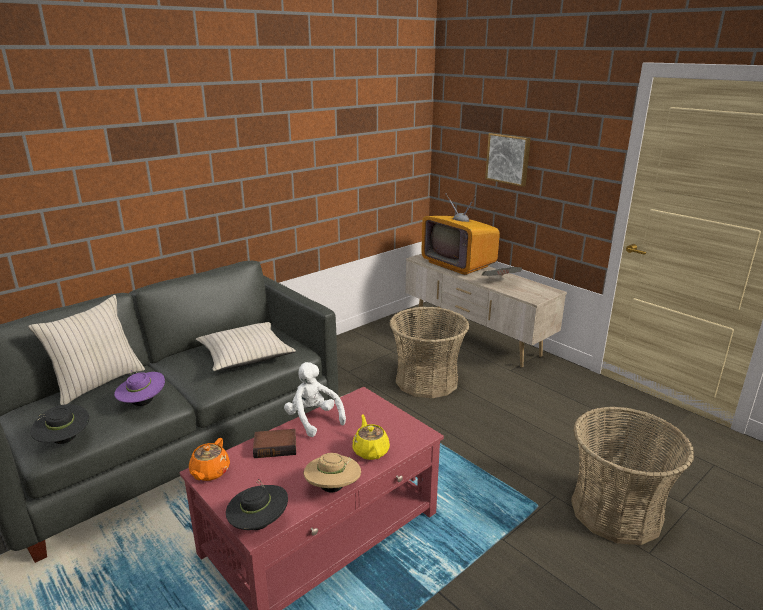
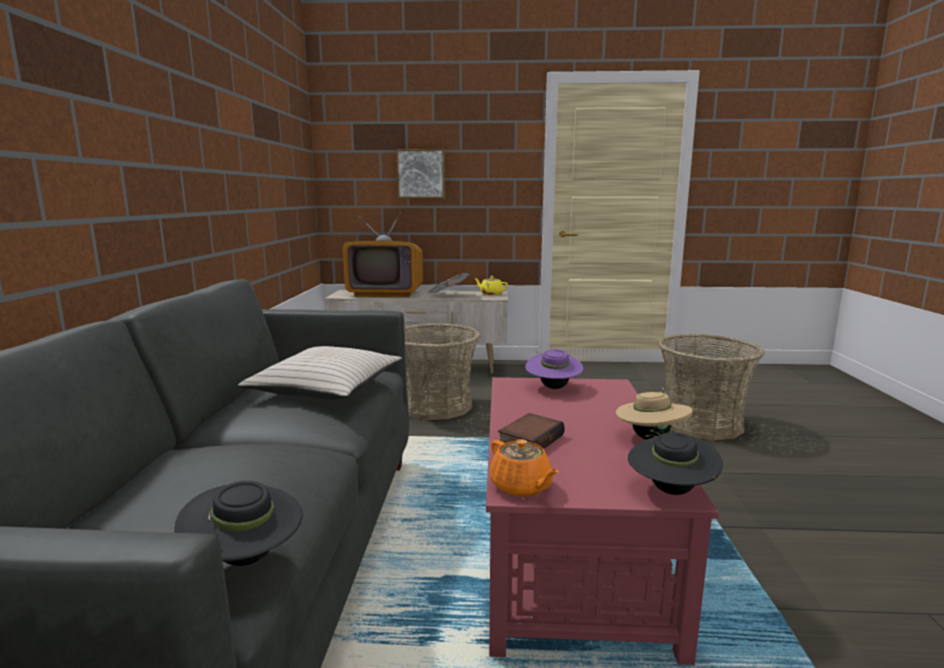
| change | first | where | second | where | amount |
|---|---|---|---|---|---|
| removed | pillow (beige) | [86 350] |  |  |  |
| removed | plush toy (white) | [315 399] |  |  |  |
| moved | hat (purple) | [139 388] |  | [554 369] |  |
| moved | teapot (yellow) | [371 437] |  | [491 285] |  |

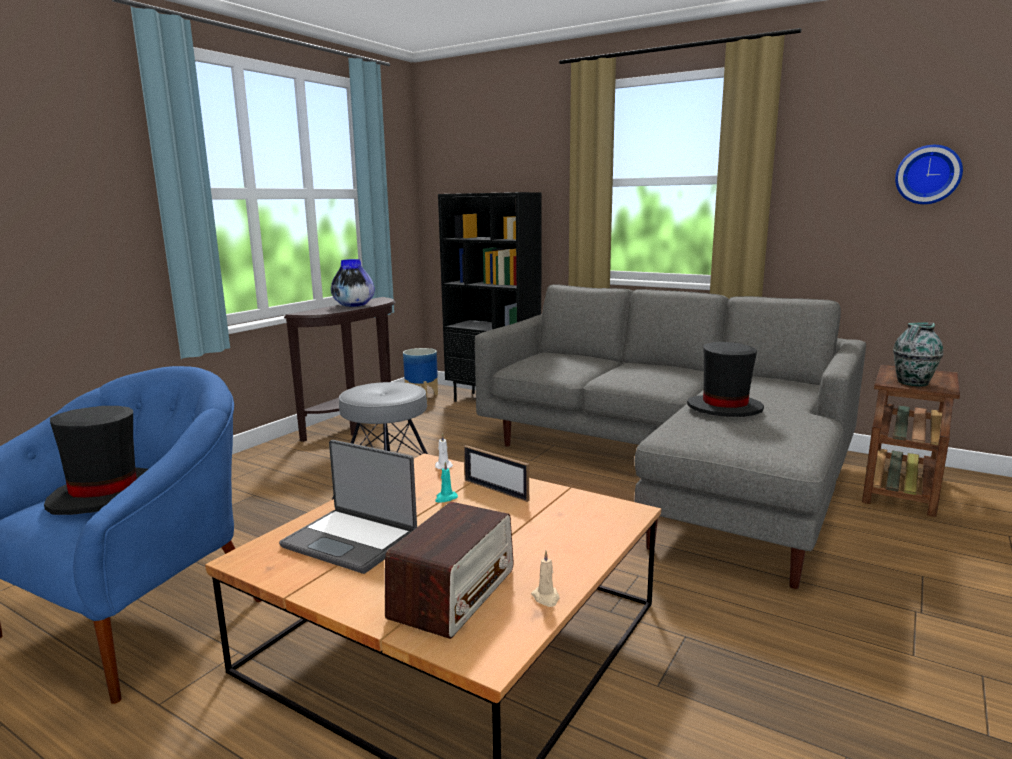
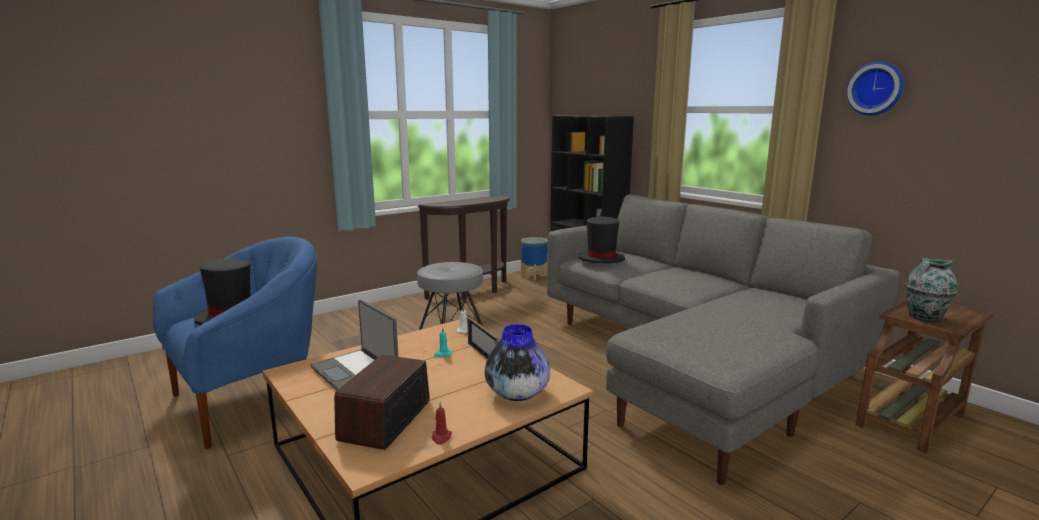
| change | first | where | second | where | amount |
|---|---|---|---|---|---|
| moved | vase | [353 283] |  | [517 362] |  |
| moved | hat (black) | [725 379] |  | [601 240] |  |
| moved | wall clock | [929 174] |  | [875 88] |  |
| recoloured | candle (beige) | [545 579] | candle (red) | [442 423] |  |
| turned | radio | [449 570] |  | [382 402] | 150 degrees clockwise |

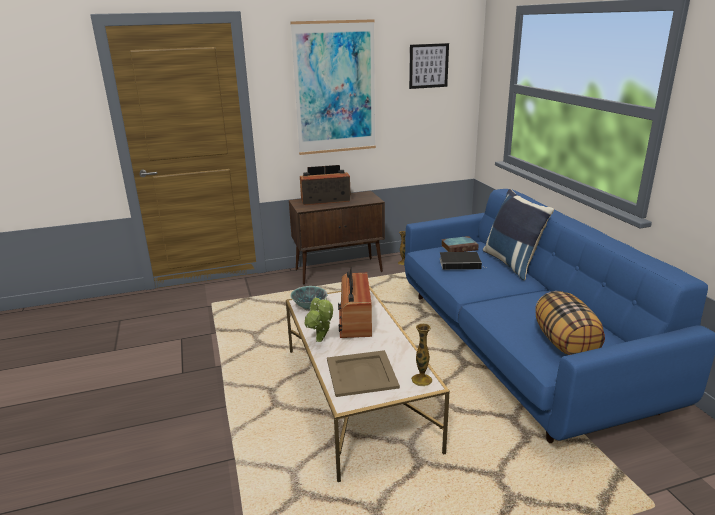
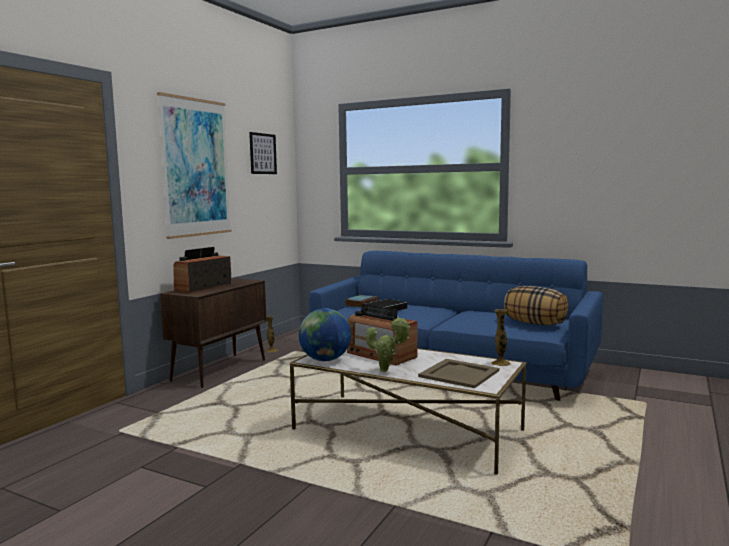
| change | first | where | second | where | amount |
|---|---|---|---|---|---|
| removed | pillow (blue) | [518 234] |  |  |  |
| replaced | bowl | [308 298] | globe | [325 334] |  |

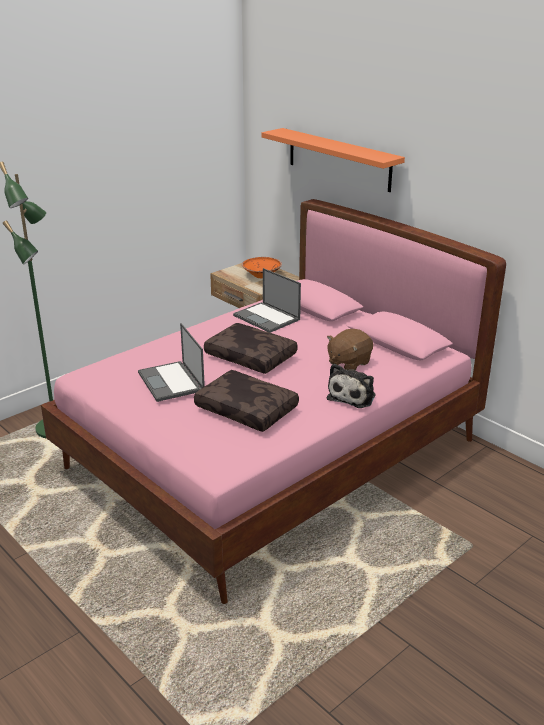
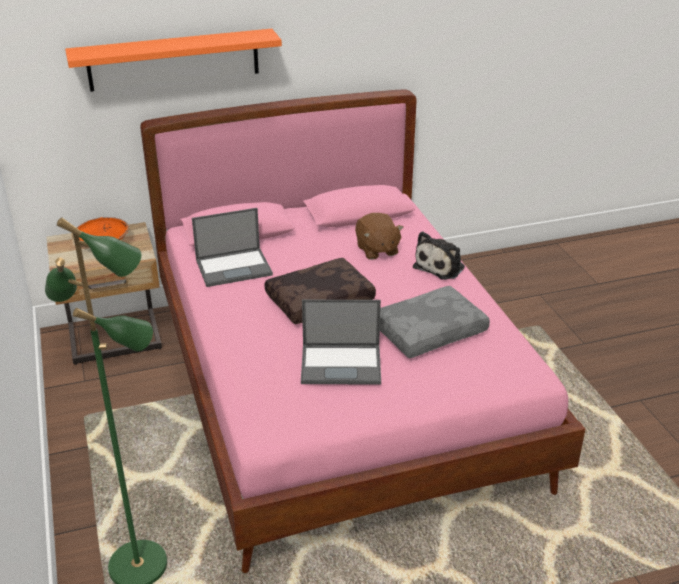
| change | first | where | second | where | amount |
|---|---|---|---|---|---|
| recoloured | pillow (brown) | [246 401] | pillow (grey) | [435 322] |  |
| turned | plush toy | [351 386] |  | [439 255] | 75 degrees clockwise |

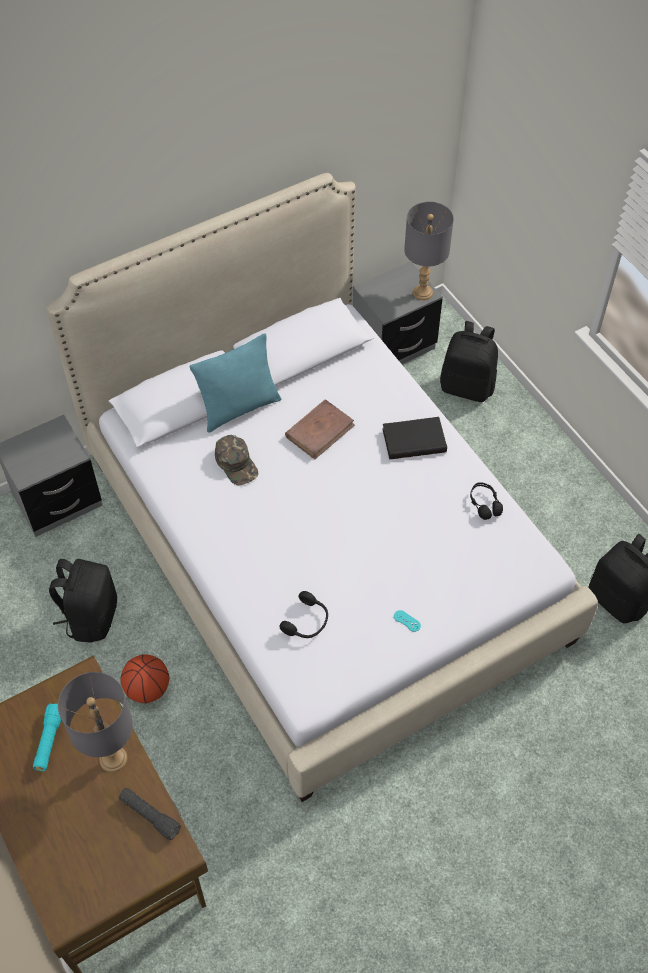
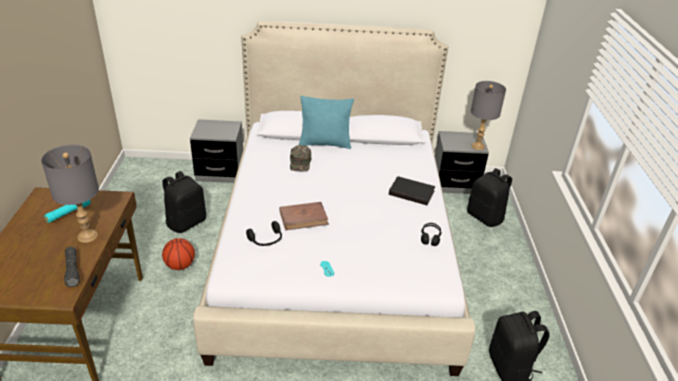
| change | first | where | second | where | amount |
|---|---|---|---|---|---|
| moved | book (brown) | [320 429] |  | [304 216] |  |

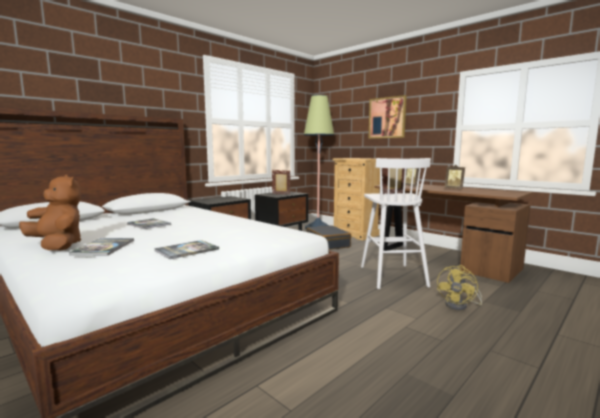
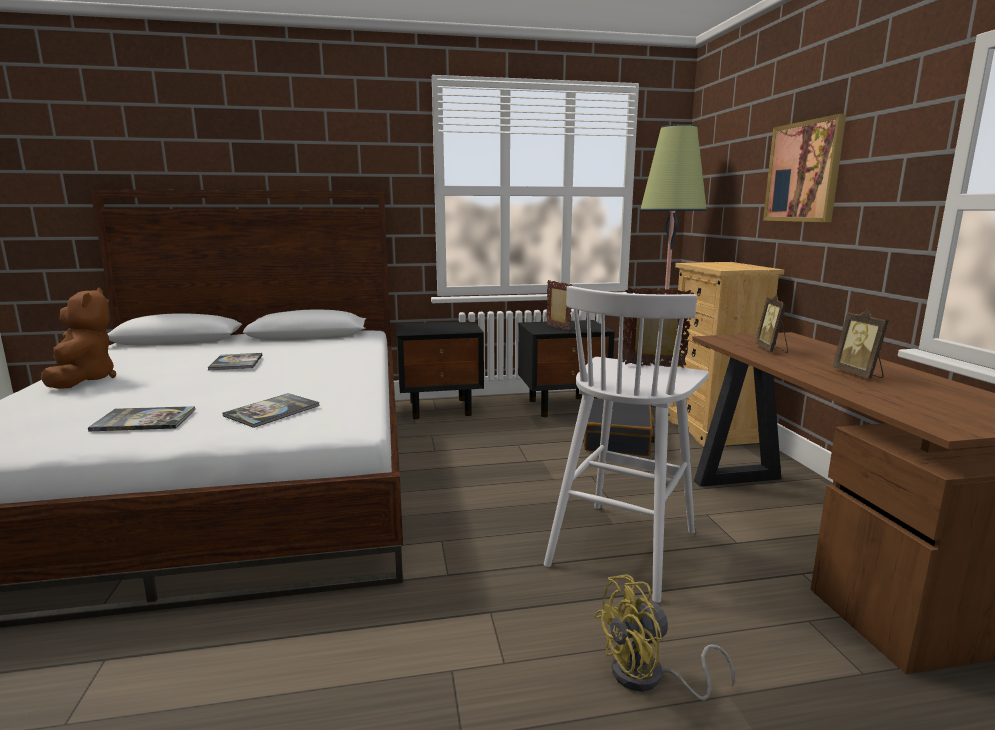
| change | first | where | second | where | amount |
|---|---|---|---|---|---|
| moved | book | [102 246] |  | [271 410] |  |

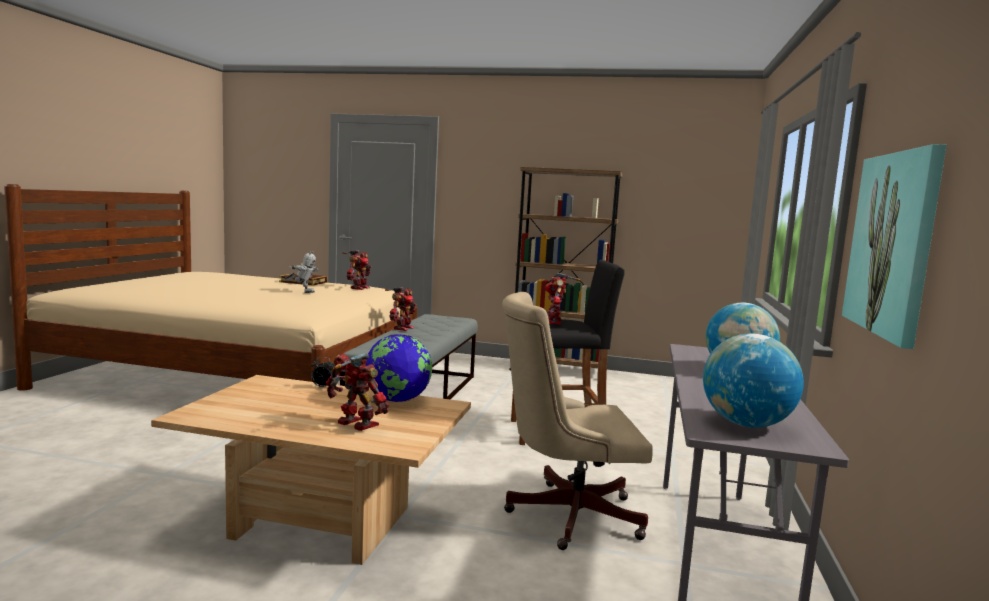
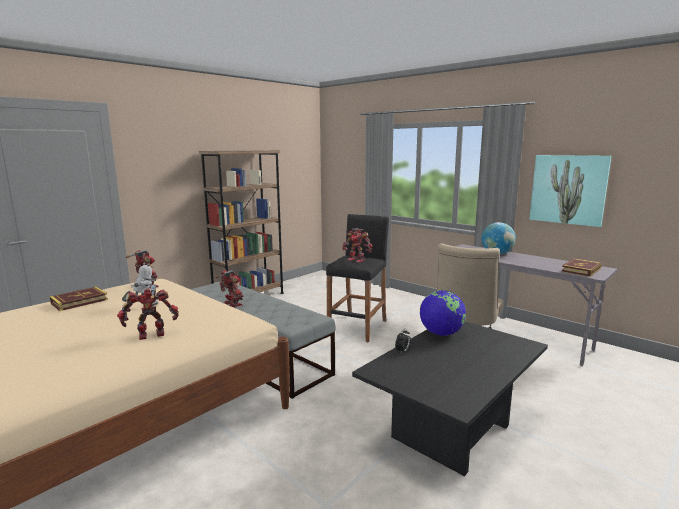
| change | first | where | second | where | amount |
|---|---|---|---|---|---|
| moved | toy robot | [357 392] |  | [148 312] |  |
| replaced | globe | [753 380] | book | [582 268] |  |
| recoloured | coffee table (beige) | [311 470] | coffee table (black) | [450 398] |  |

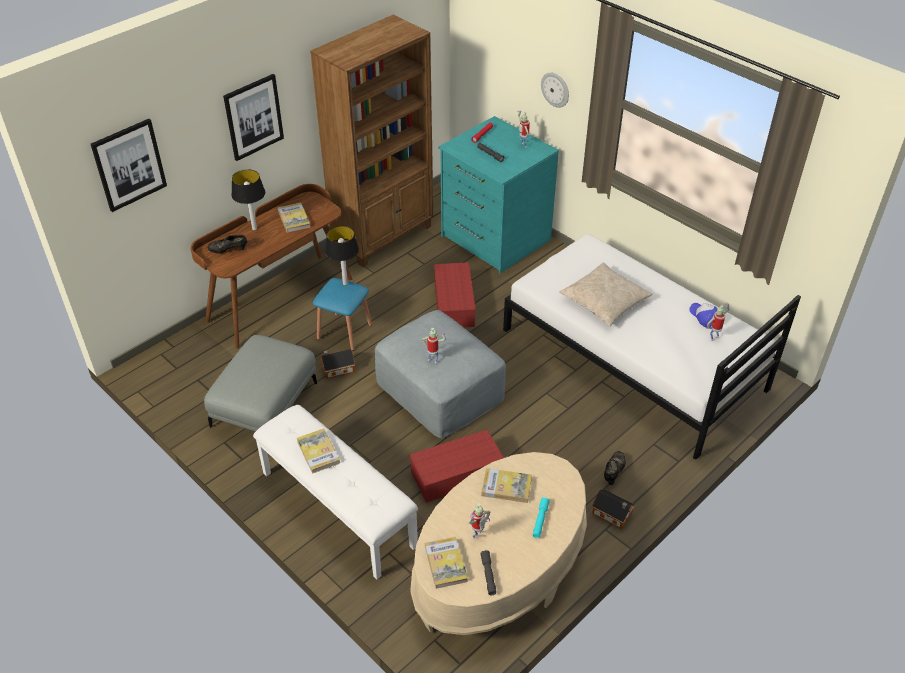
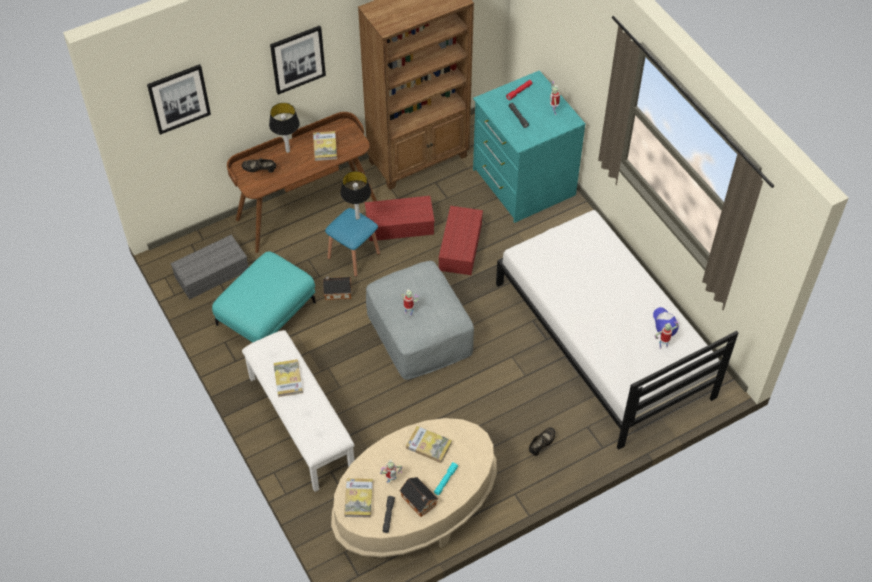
| change | first | where | second | where | amount |
|---|---|---|---|---|---|
| removed | wall clock | [555 90] |  |  |  |
| removed | pillow (beige) | [606 294] |  |  |  |
| added |  |  | storage box (grey) | [209 267] |  |
| moved | storage box (red) | [457 466] |  | [400 218] |  |
| moved | toy house | [613 509] |  | [419 497] |  |
| recoloured | ottoman (grey) | [260 383] | ottoman (turquoise) | [264 297] |  |

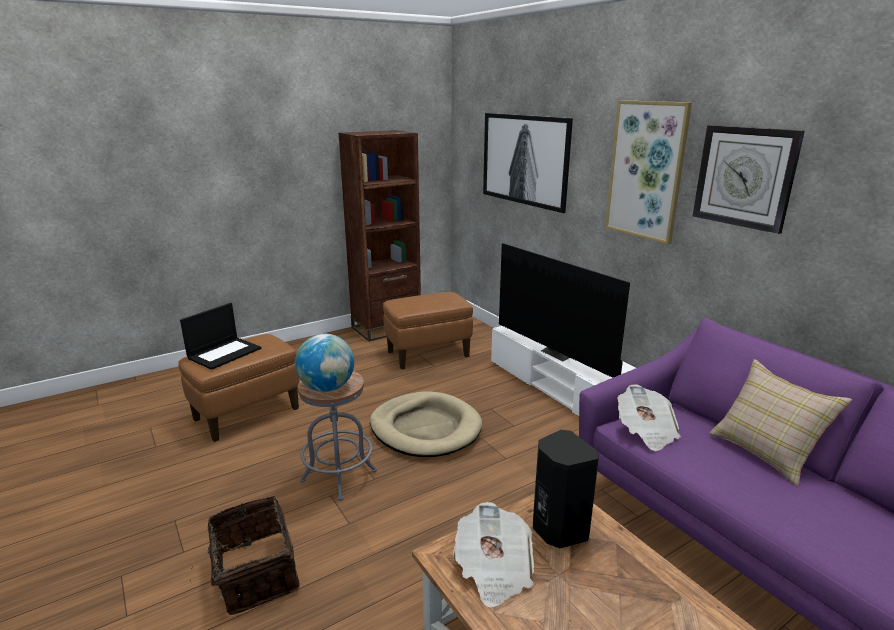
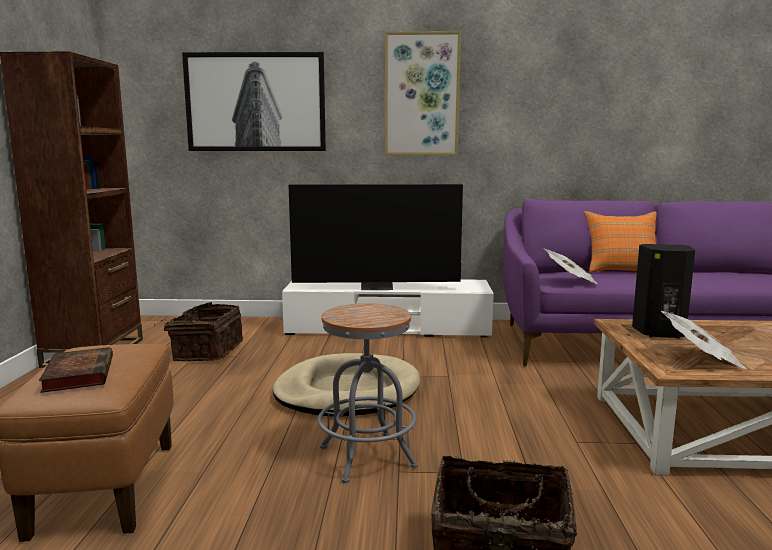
| change | first | where | second | where | amount |
|---|---|---|---|---|---|
| removed | globe | [324 363] |  |  |  |
| removed | wall clock | [749 179] |  |  |  |
| replaced | laptop | [220 336] | book | [76 370] |  |
| replaced | ottoman (brown) | [428 330] | basket | [198 332] |  |
| recoloured | pillow (beige) | [780 423] | pillow (orange) | [620 242] |  |

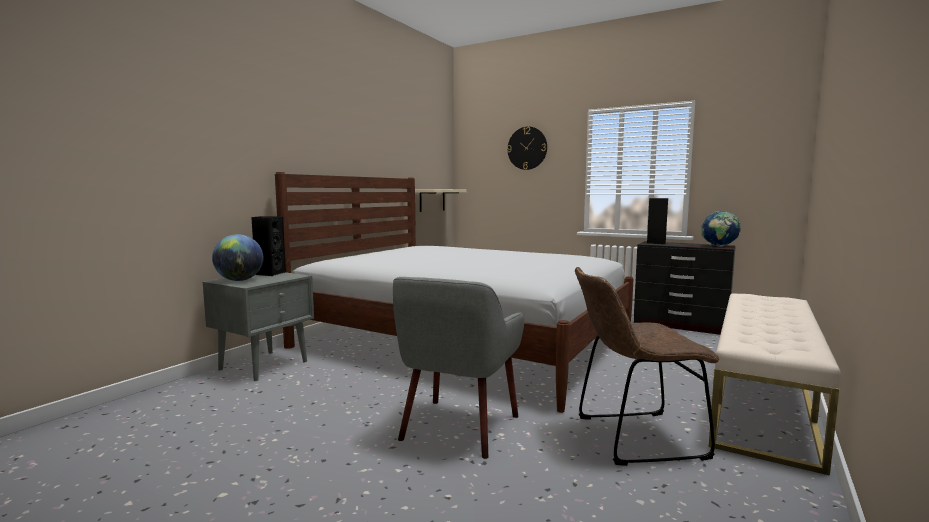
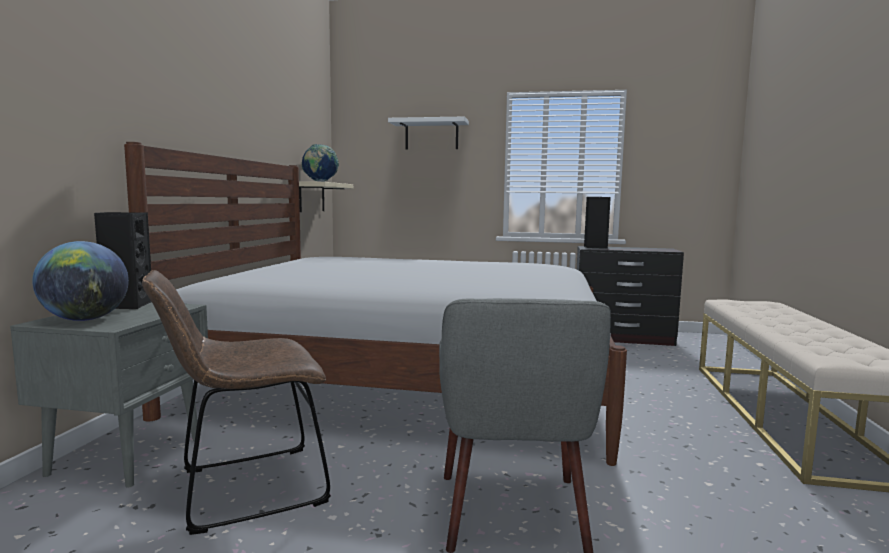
| change | first | where | second | where | amount |
|---|---|---|---|---|---|
| moved | chair (brown) | [647 366] |  | [236 402] |  |
| moved | globe | [721 229] |  | [320 163] |  |
| replaced | wall clock | [527 148] | shelf (white) | [428 133] |  |

